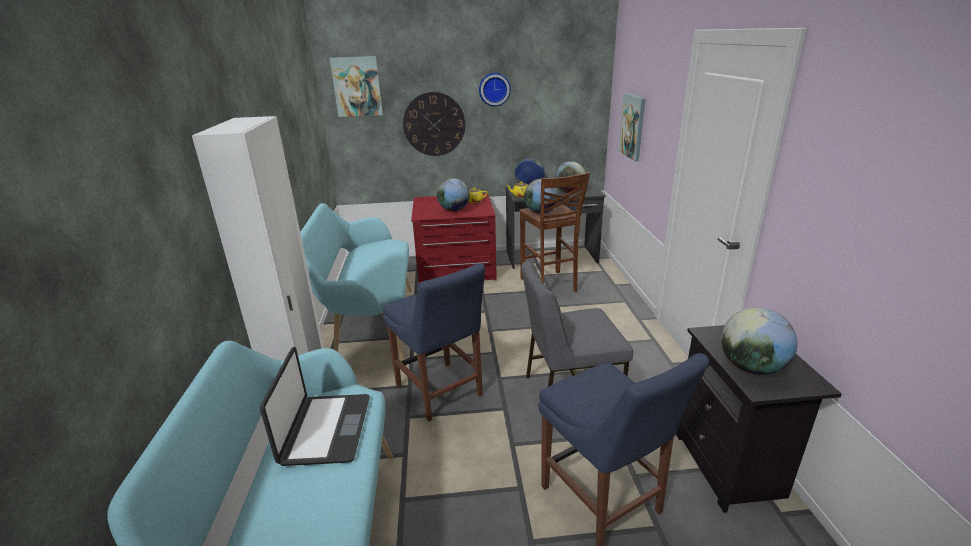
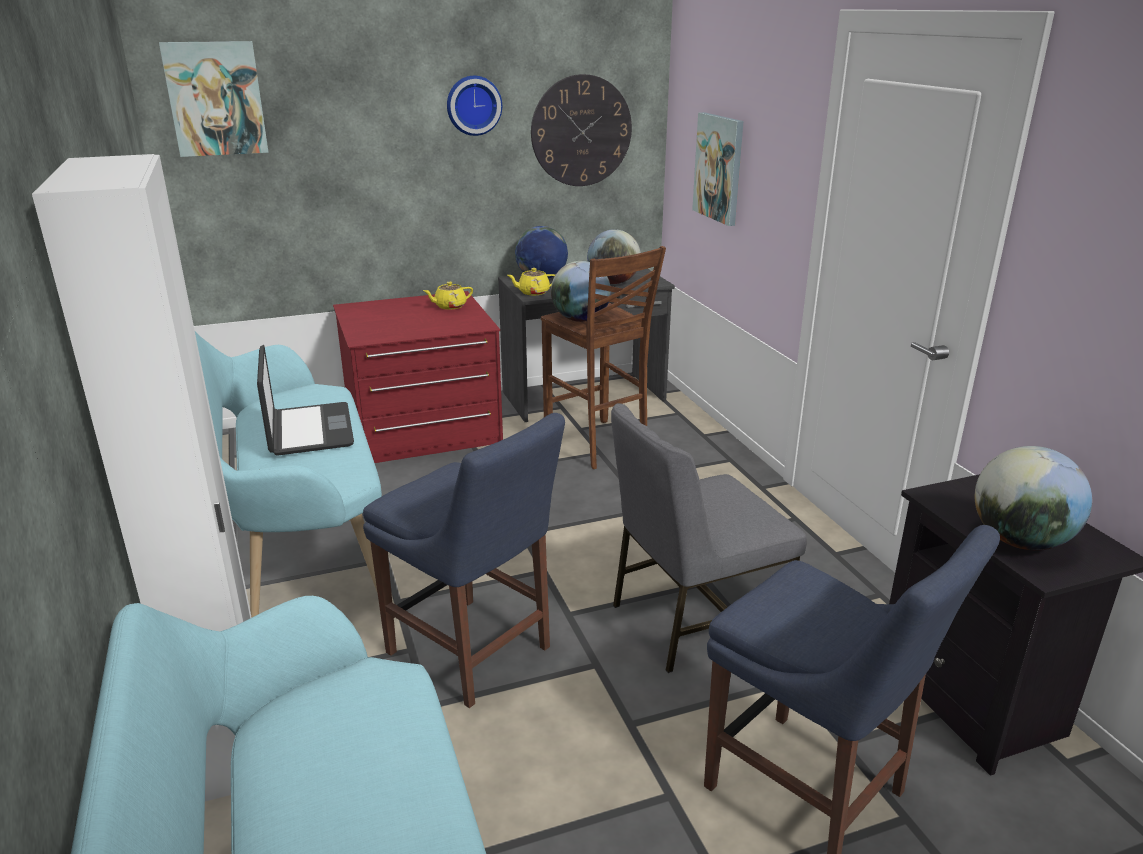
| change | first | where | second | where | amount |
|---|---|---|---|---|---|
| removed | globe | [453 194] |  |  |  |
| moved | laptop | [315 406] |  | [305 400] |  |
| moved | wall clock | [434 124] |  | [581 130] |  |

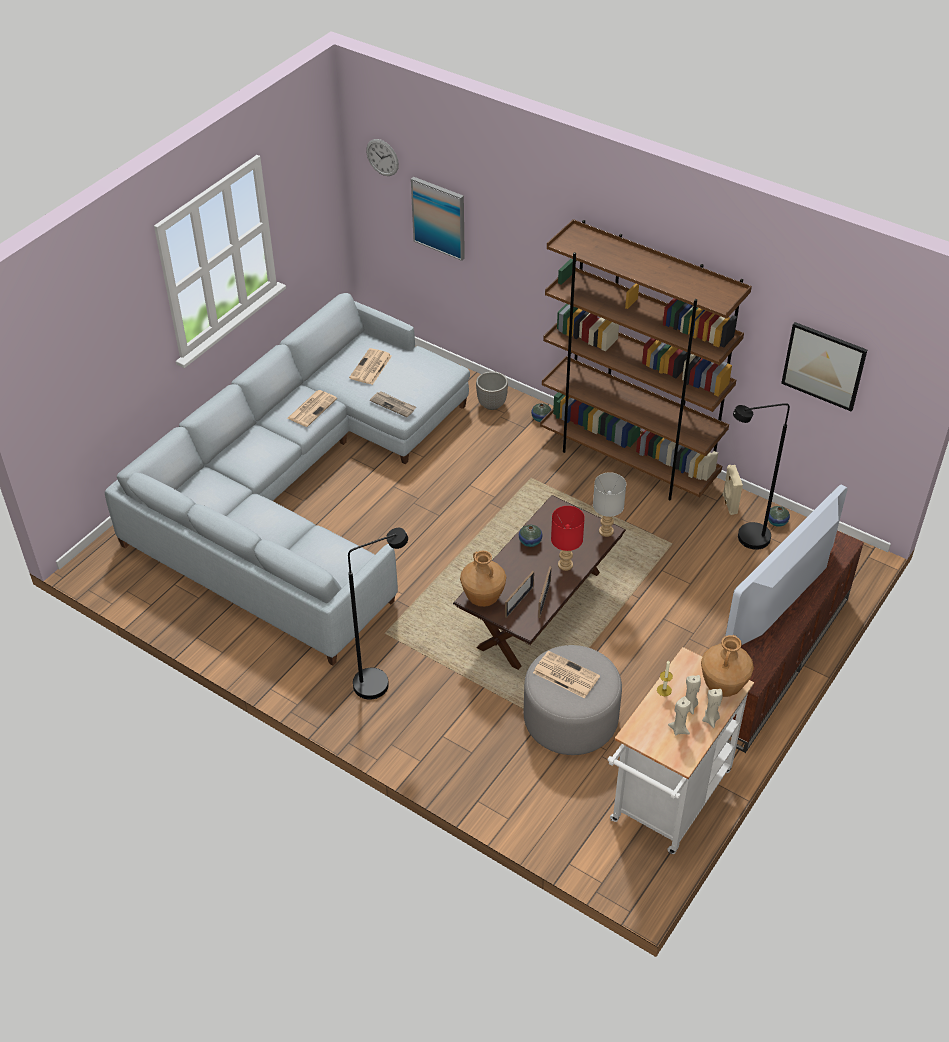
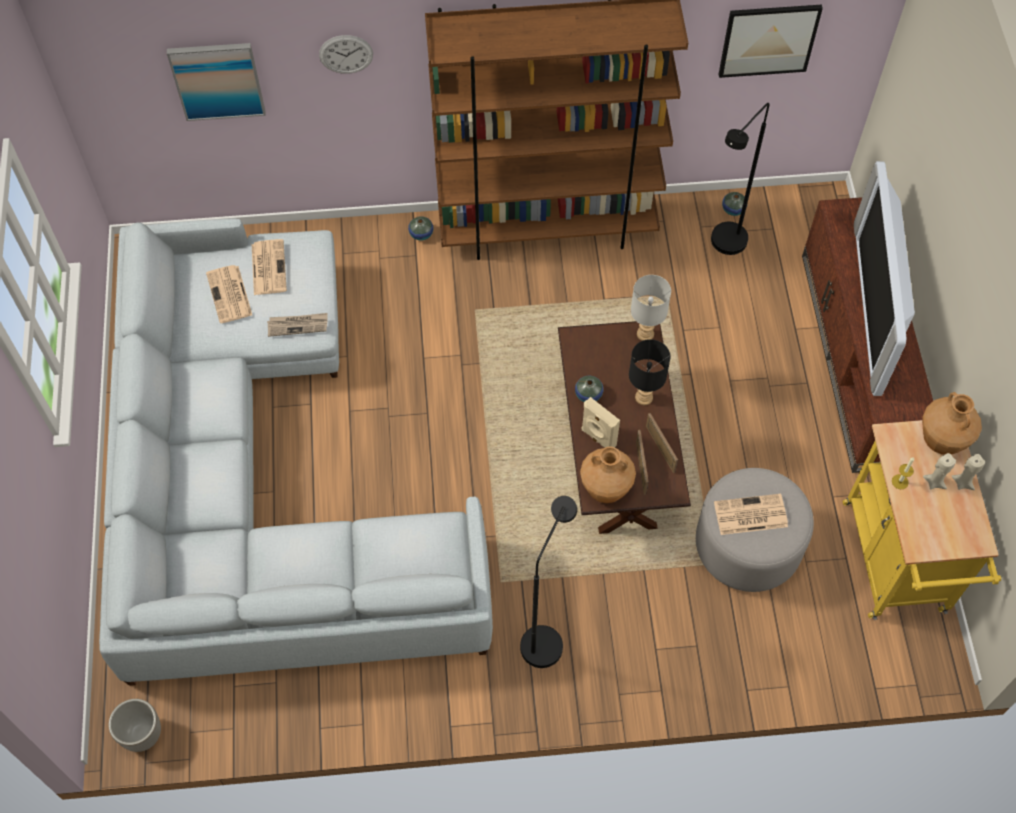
| change | first | where | second | where | amount |
|---|---|---|---|---|---|
| removed | candle (beige) | [679 716] |  |  |  |
| moved | newspaper | [312 408] |  | [269 267] |  |
| moved | wall clock | [382 157] |  | [346 54] |  |
| moved | planter | [492 390] |  | [134 725] |  |
| moved | speaker (beige) | [733 490] |  | [600 422] |  |
| recoloured | table lamp (red) | [568 538] | table lamp (black) | [650 372] |  |
| recoloured | cart (white) | [680 750] | cart (yellow) | [921 520] |  |

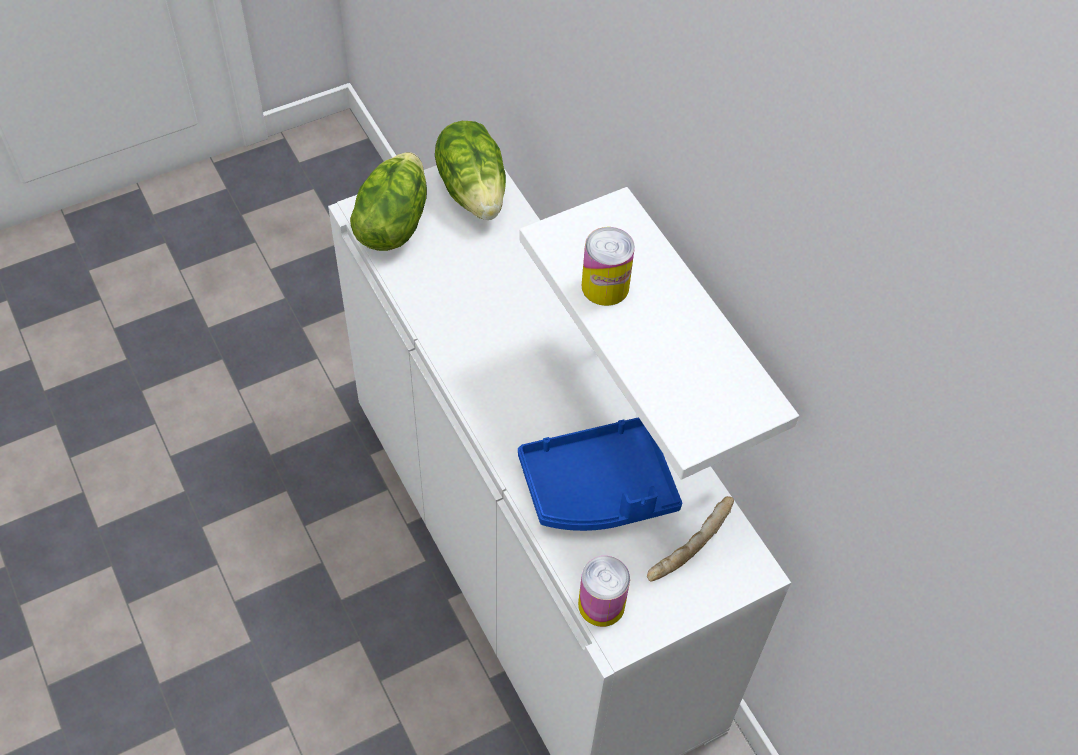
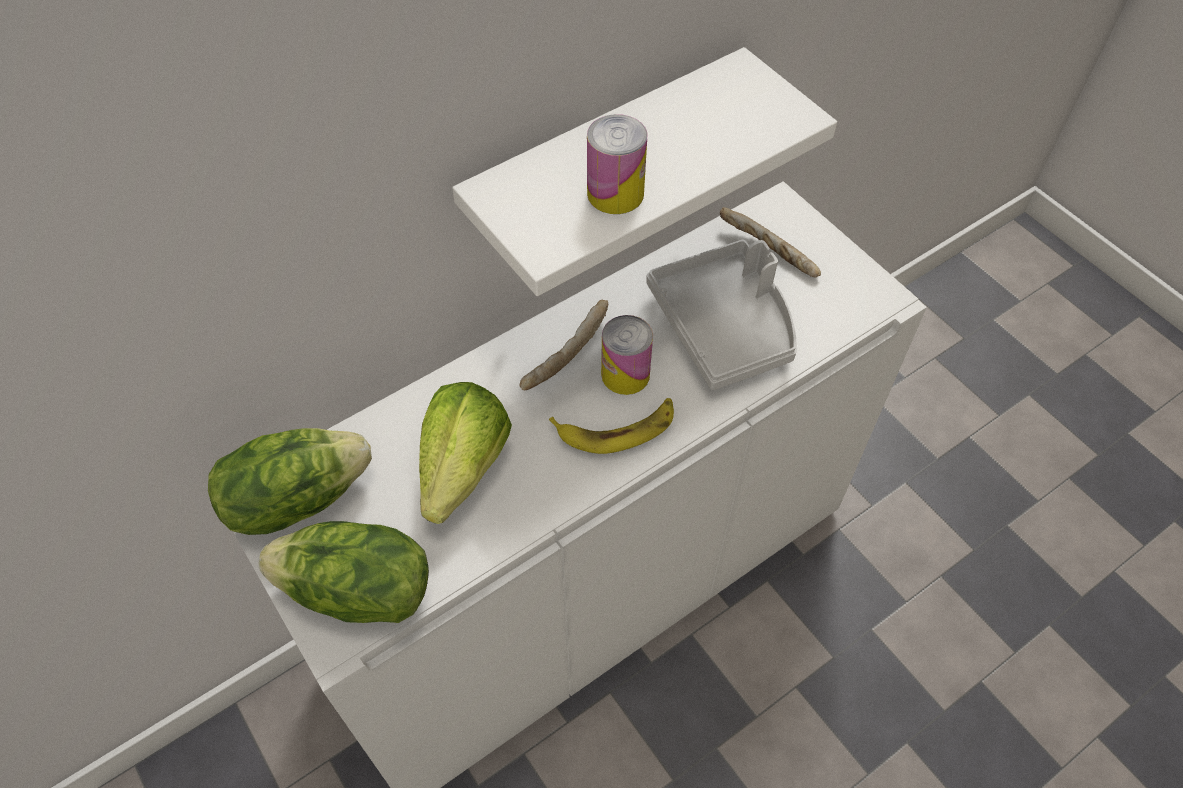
| change | first | where | second | where | amount |
|---|---|---|---|---|---|
| added |  |  | lettuce | [465 453] |  |
| added |  |  | bread | [563 345] |  |
| added |  |  | banana | [611 426] |  |
| moved | can | [604 591] |  | [627 355] |  |
| recoloured | tray (blue) | [600 474] | tray (grey) | [722 315] |  |

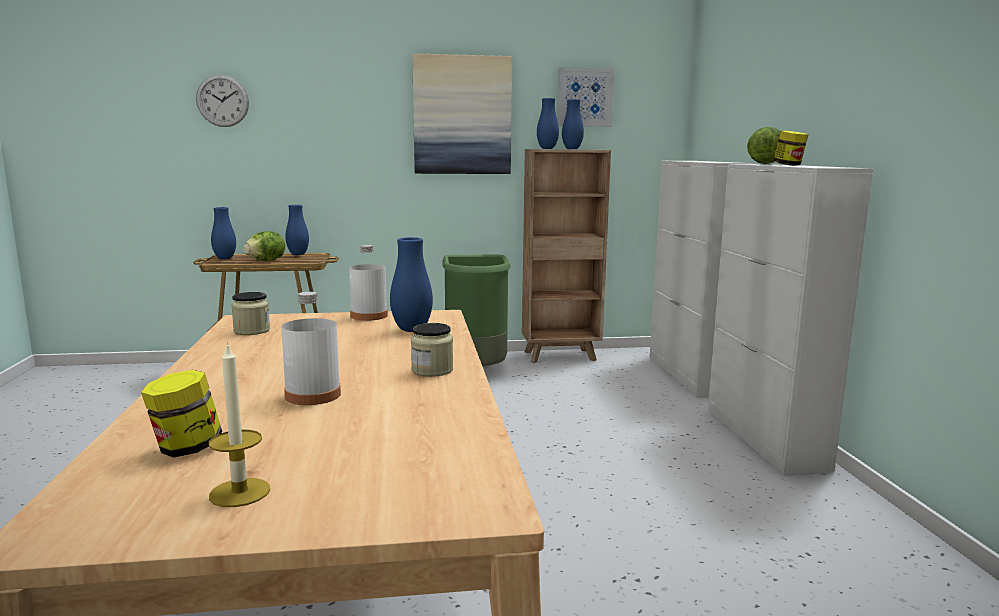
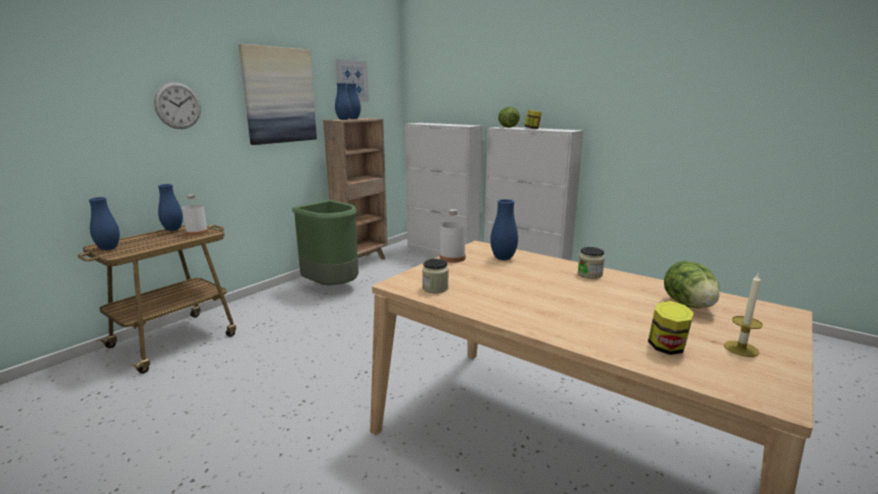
| change | first | where | second | where | amount |
|---|---|---|---|---|---|
| moved | wall clock | [222 100] |  | [177 105] |  |
| moved | lettuce | [264 246] |  | [691 284] |  |
| moved | bottle (white) | [311 348] |  | [195 215] |  |

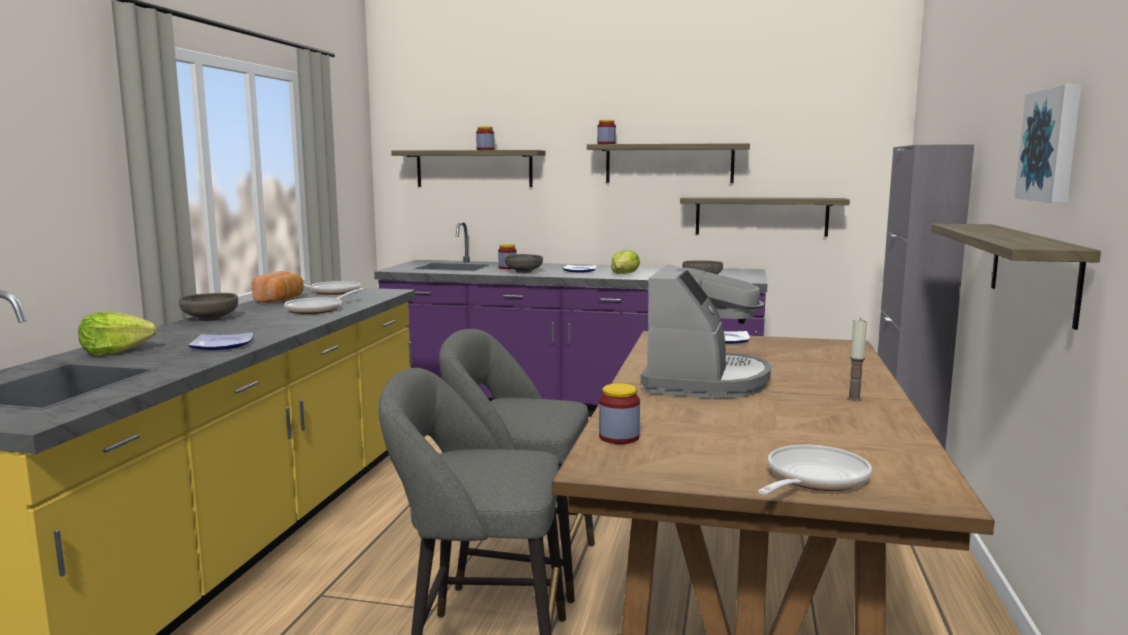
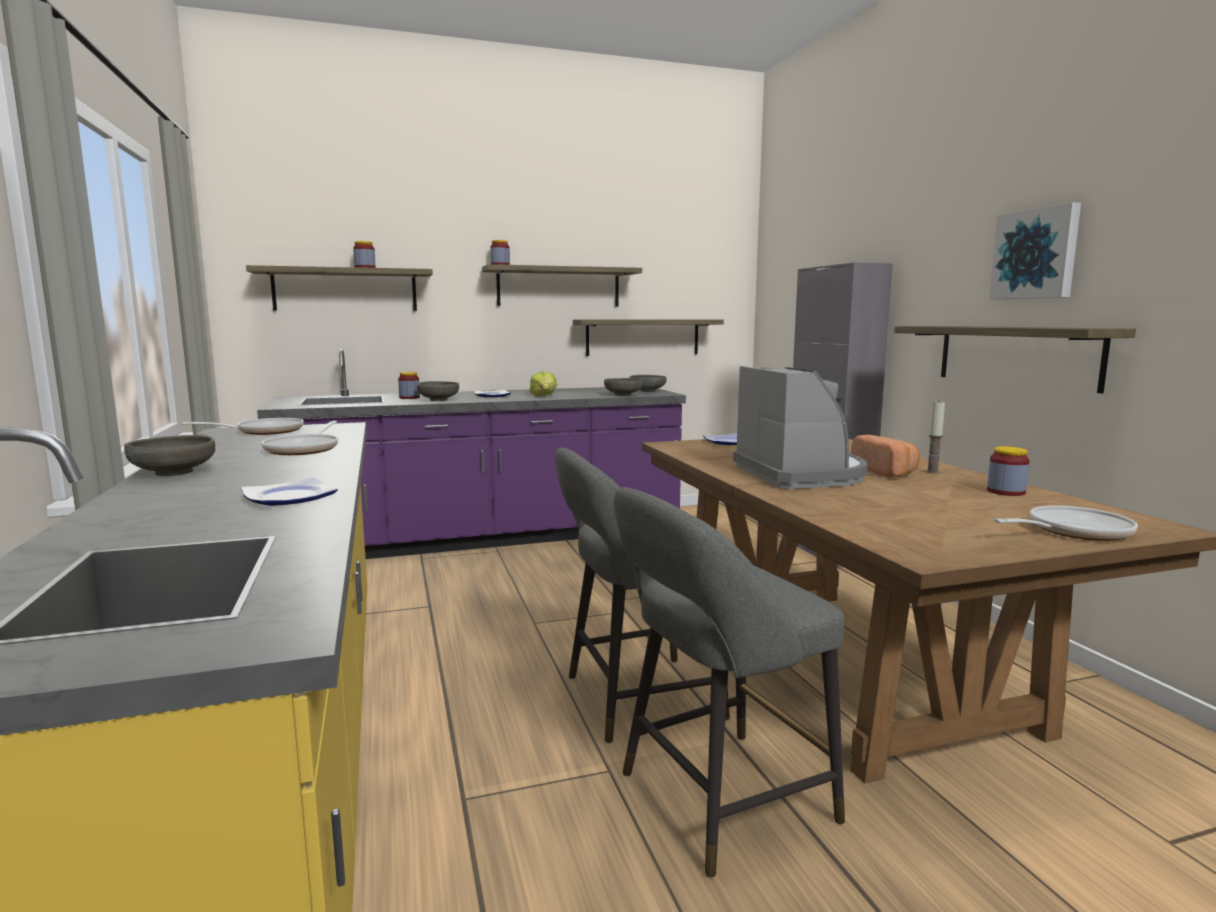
| change | first | where | second | where | amount |
|---|---|---|---|---|---|
| removed | lettuce | [117 333] |  |  |  |
| added |  |  | bowl (grey) | [648 383] |  |
| moved | bread | [278 287] |  | [885 456] |  |
| moved | jar | [619 413] |  | [1008 471] |  |
| turned | frying pan | [815 470] |  | [1066 523] | 60 degrees clockwise |

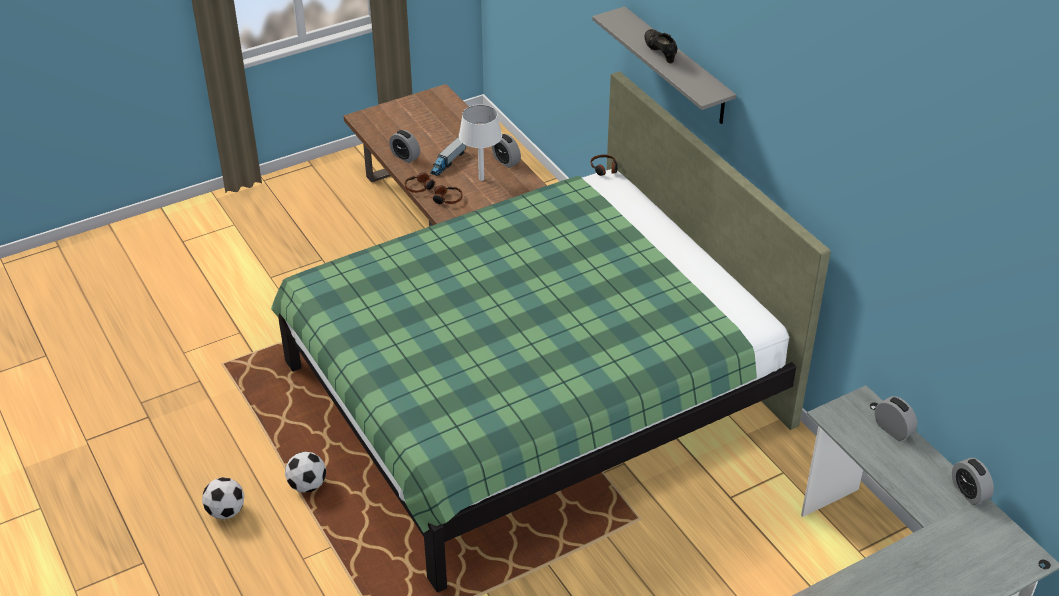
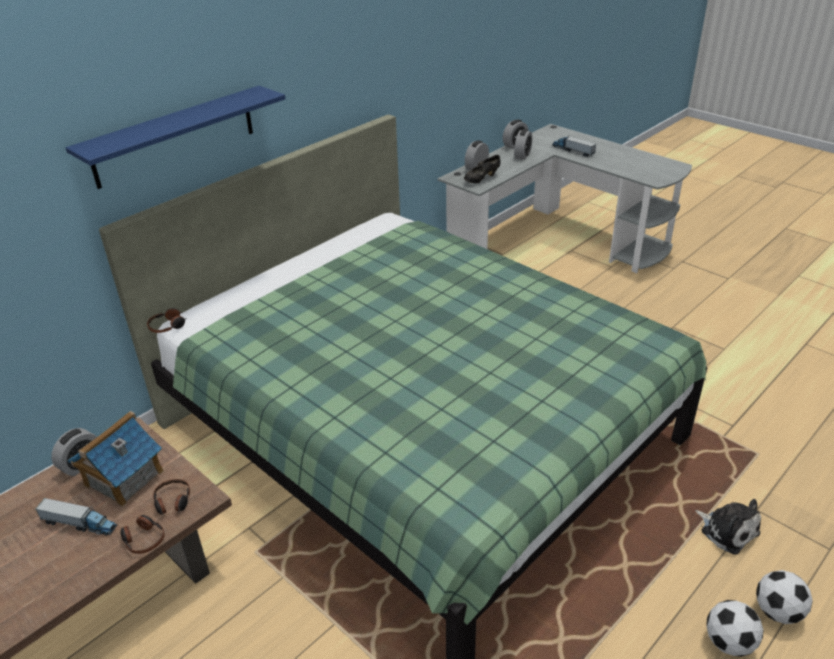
| change | first | where | second | where | amount |
|---|---|---|---|---|---|
| added |  |  | toy truck | [574 146] |  |
| added |  |  | plush toy | [728 527] |  |
| moved | football | [305 472] |  | [784 597] |  |
| moved | alarm clock | [404 146] |  | [523 144] |  |
| moved | shoe (black) | [661 46] |  | [482 169] |  |
| replaced | table lamp (white) | [480 143] | toy house | [115 459] |  |
| recoloured | shelf (grey) | [664 65] | shelf (blue) | [175 137] |  |

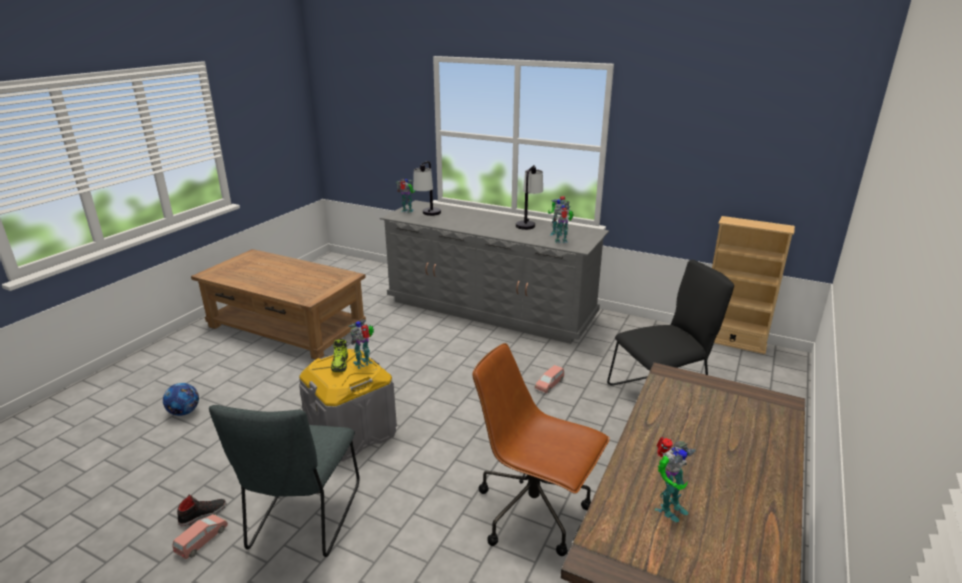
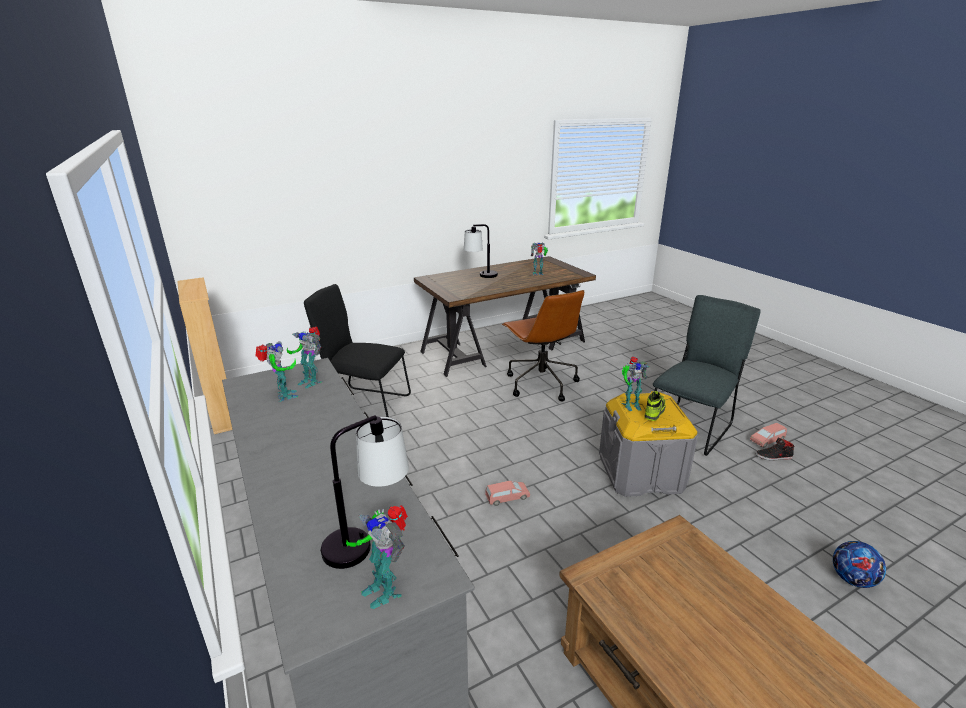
| change | first | where | second | where | amount |
|---|---|---|---|---|---|
| moved | table lamp | [529 197] |  | [481 251] |  |
| moved | toy car (pink) | [549 379] |  | [507 493] |  |

